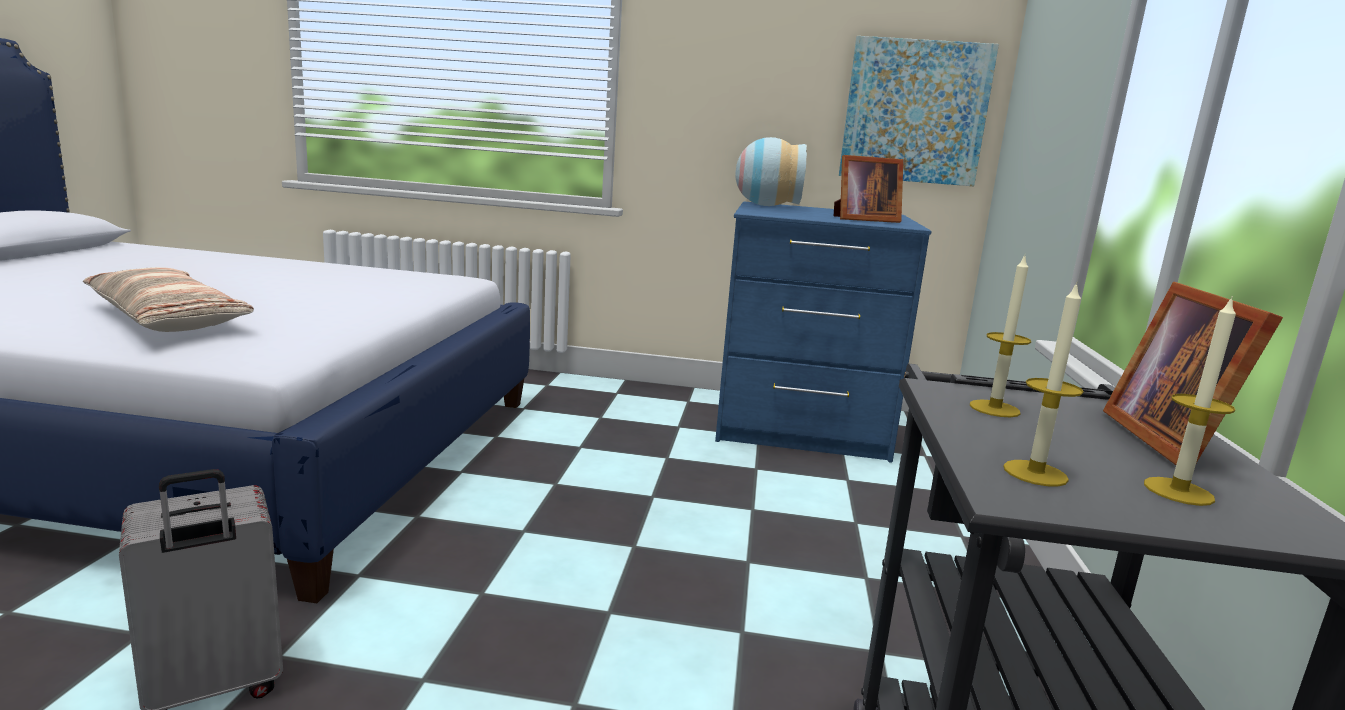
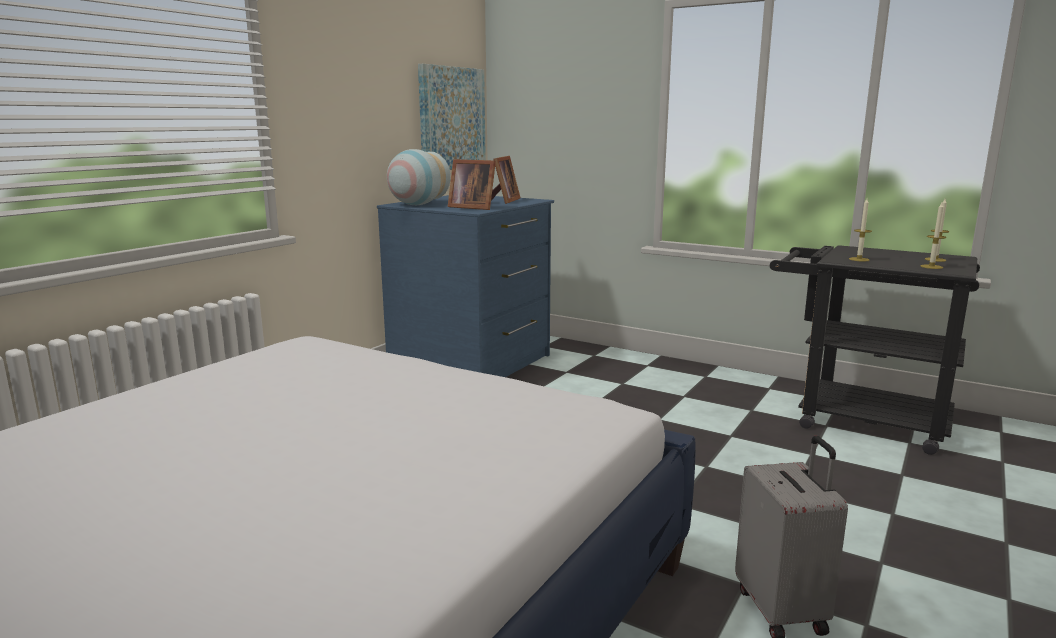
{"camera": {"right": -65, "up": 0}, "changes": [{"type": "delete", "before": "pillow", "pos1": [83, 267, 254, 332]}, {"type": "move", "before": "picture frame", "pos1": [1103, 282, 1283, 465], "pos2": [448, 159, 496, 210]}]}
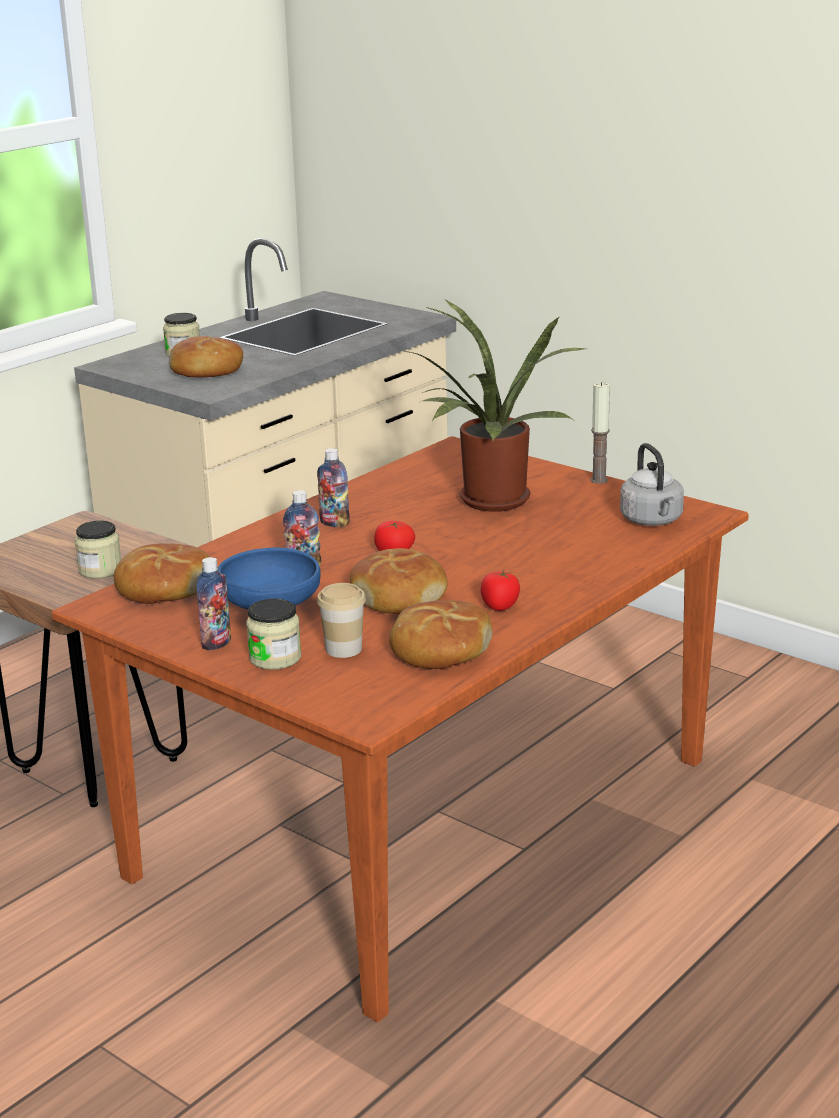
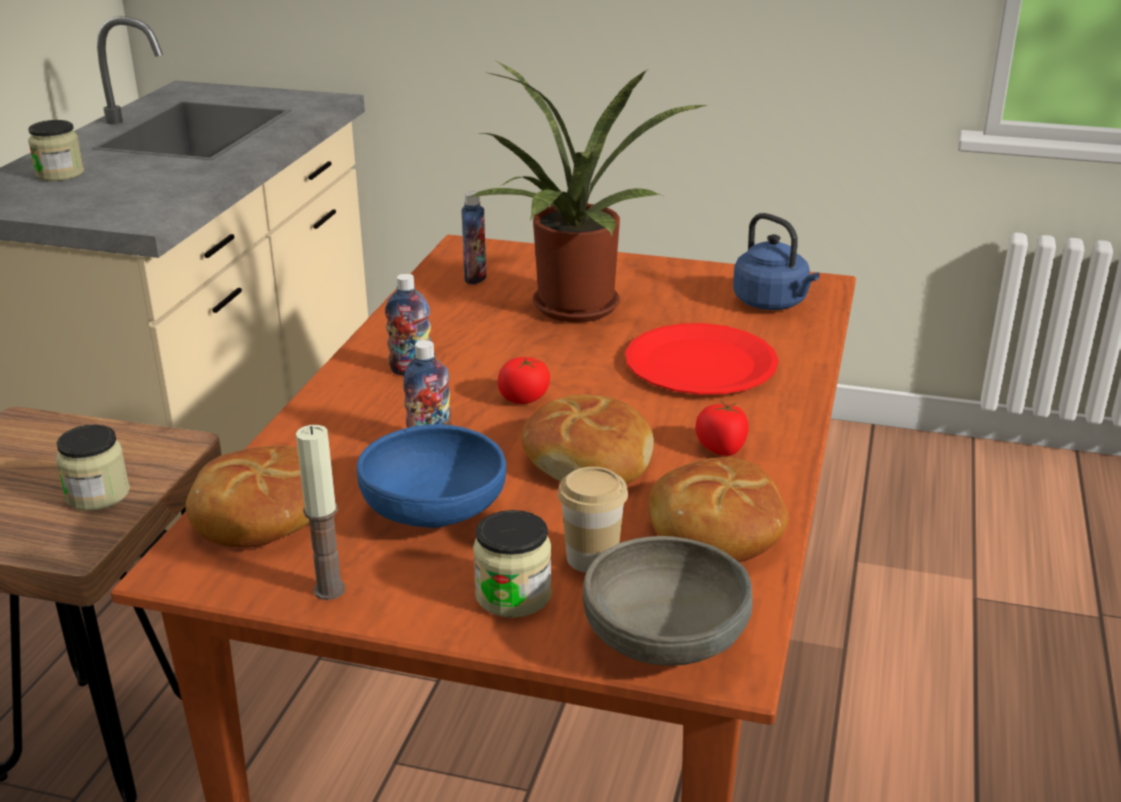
{"camera": {"right": -25, "up": 5}, "changes": [{"type": "delete", "before": "bread", "pos1": [169, 336, 243, 378]}, {"type": "move", "before": "bottle", "pos1": [197, 557, 231, 651], "pos2": [461, 192, 486, 284]}, {"type": "move", "before": "candle", "pos1": [591, 381, 610, 484], "pos2": [296, 425, 346, 600]}, {"type": "recolor", "before": "kettle (grey)", "after": "kettle (blue)", "pos1": [620, 443, 684, 526], "pos2": [733, 213, 819, 310]}, {"type": "insert", "after": "bowl (grey)", "pos2": [583, 536, 753, 666]}, {"type": "insert", "after": "plate (red)", "pos2": [625, 323, 779, 395]}]}
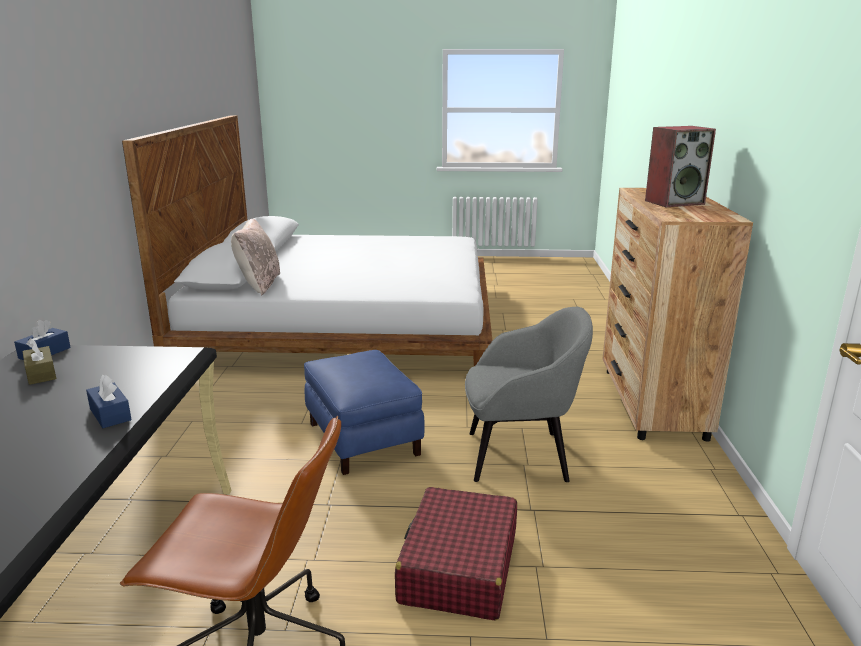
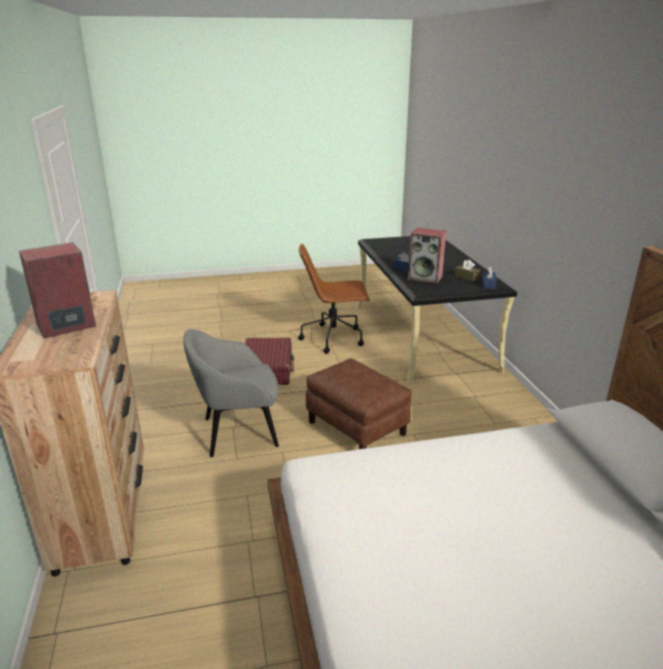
{"camera": {"right": 165, "up": 5}, "changes": [{"type": "delete", "before": "pillow (beige)", "pos1": [231, 219, 280, 296]}, {"type": "recolor", "before": "ottoman (blue)", "after": "ottoman (brown)", "pos1": [304, 350, 425, 475], "pos2": [306, 358, 412, 449]}, {"type": "insert", "after": "speaker", "pos2": [408, 228, 446, 284]}]}
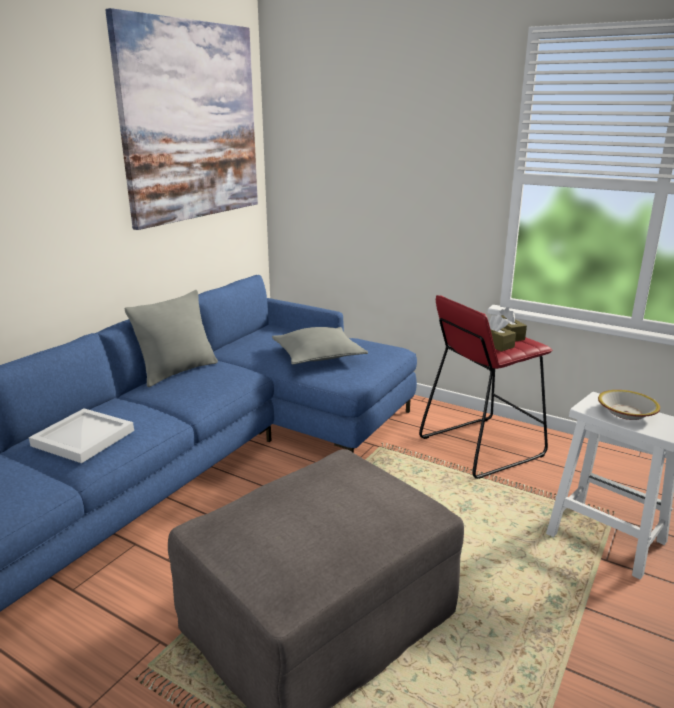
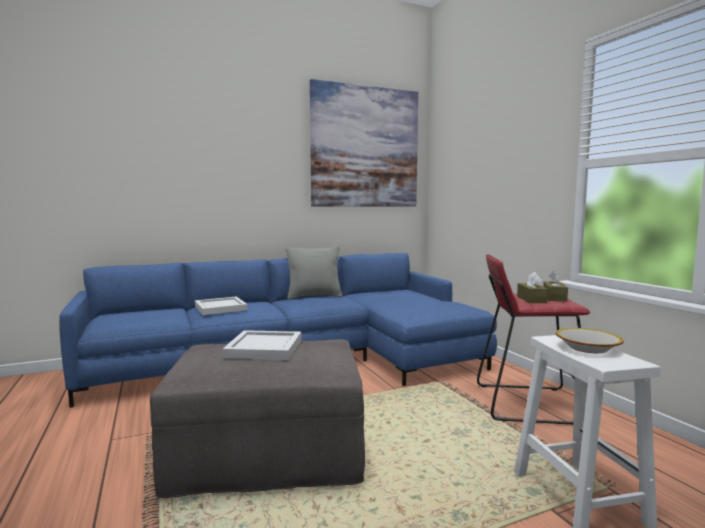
{"camera": {"right": 35, "up": -15}, "changes": [{"type": "delete", "before": "pillow (grey)", "pos1": [272, 327, 368, 365]}, {"type": "insert", "after": "tray (white)", "pos2": [222, 330, 302, 360]}]}
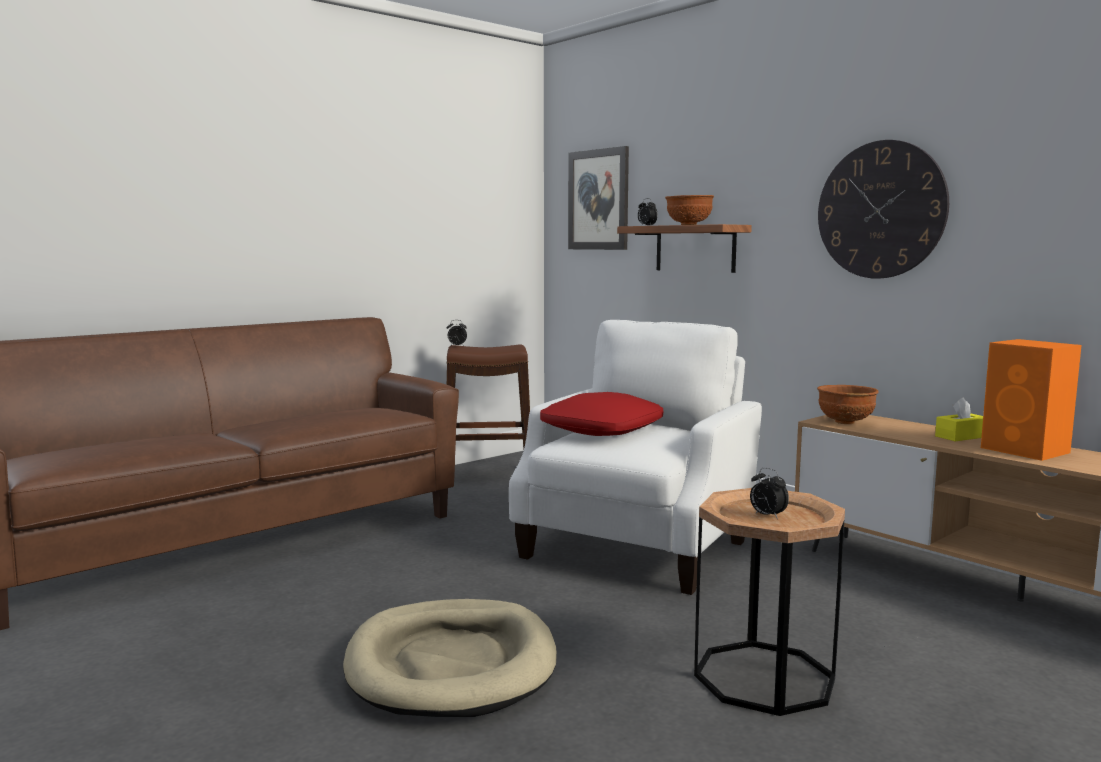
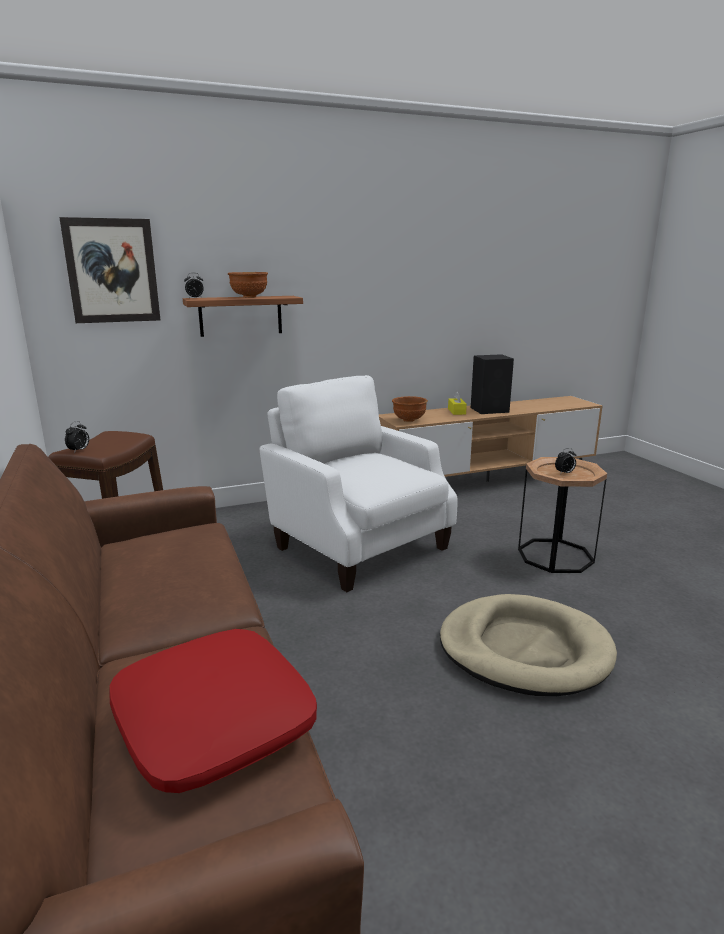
{"camera": {"right": -70, "up": 10}, "changes": [{"type": "move", "before": "pillow (red)", "pos1": [540, 392, 663, 436], "pos2": [109, 629, 317, 793]}, {"type": "delete", "before": "wall clock", "pos1": [818, 140, 949, 279]}, {"type": "recolor", "before": "speaker (orange)", "after": "speaker (black)", "pos1": [981, 339, 1082, 461], "pos2": [471, 354, 514, 414]}]}
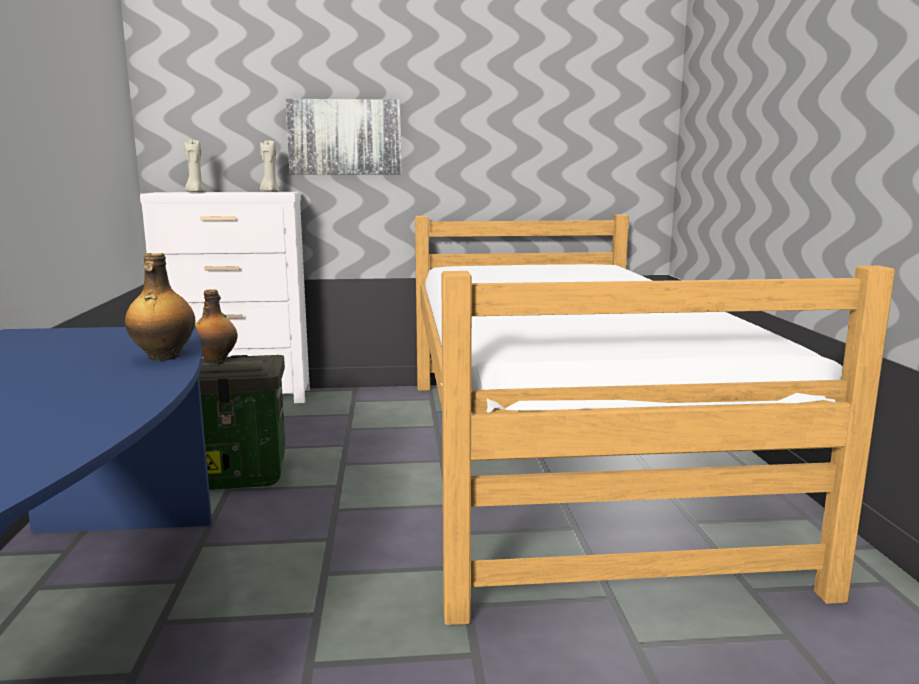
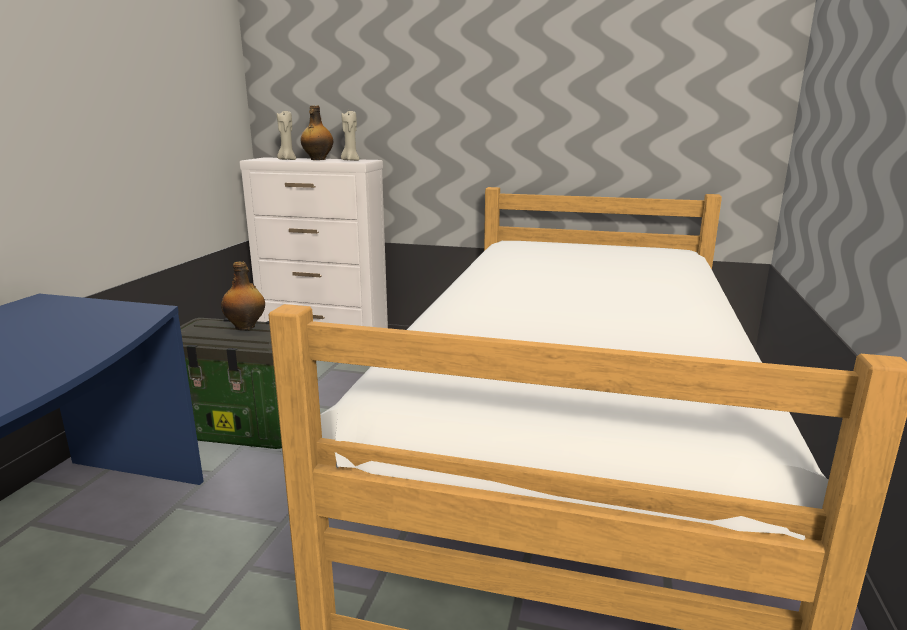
{"camera": {"right": 20, "up": 5}, "changes": [{"type": "move", "before": "bottle", "pos1": [125, 253, 195, 361], "pos2": [300, 105, 333, 160]}, {"type": "delete", "before": "picture", "pos1": [285, 99, 402, 175]}]}
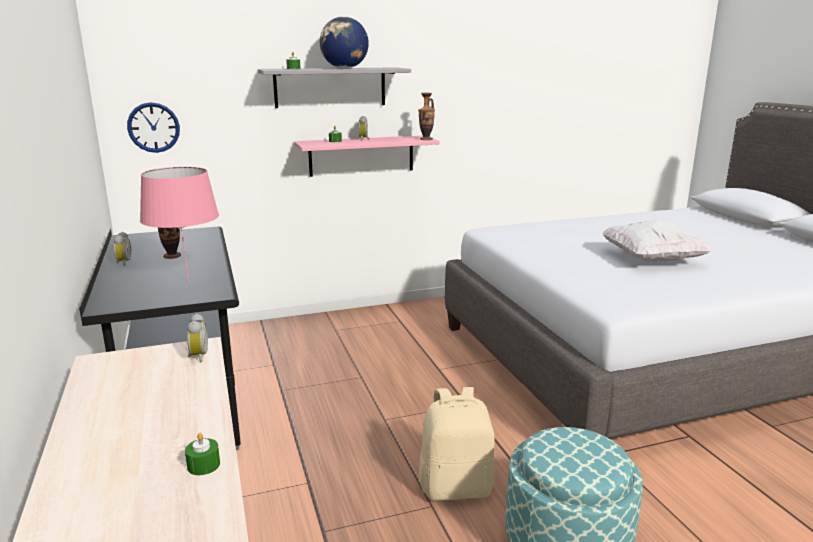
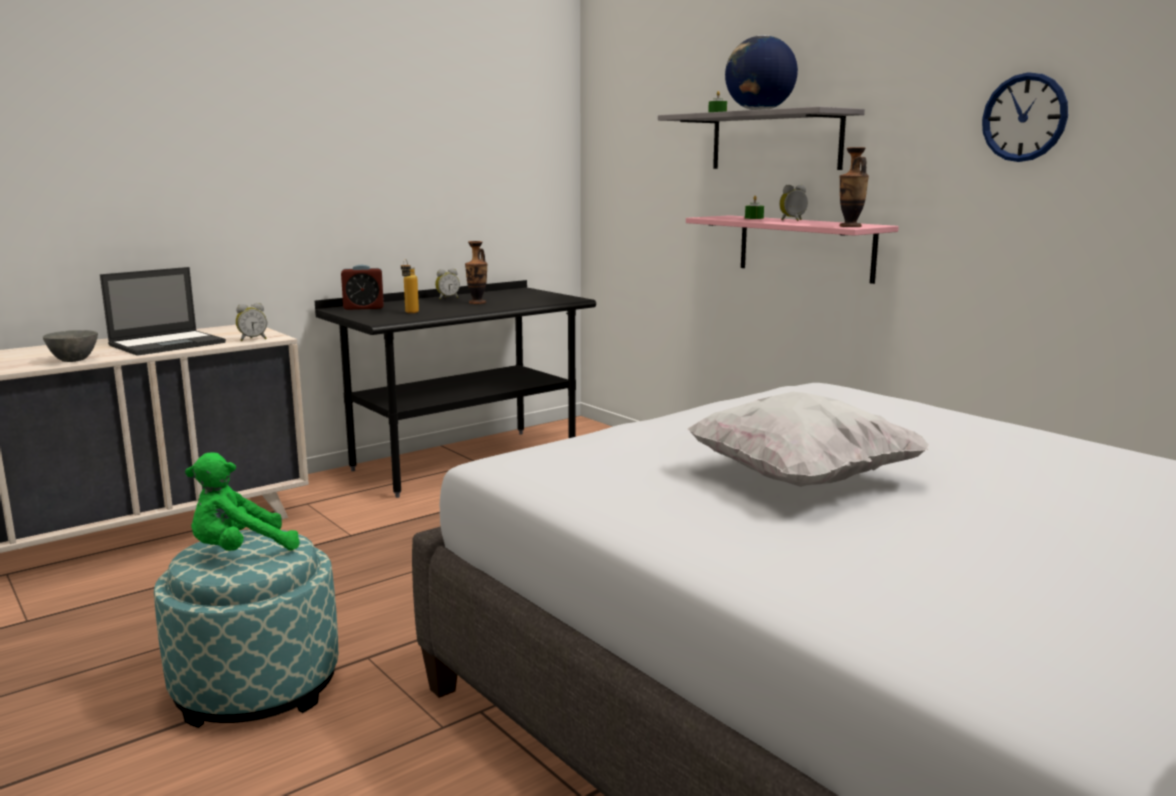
{"camera": {"right": 70, "up": -5}, "changes": [{"type": "move", "before": "wall clock", "pos1": [127, 102, 180, 153], "pos2": [982, 72, 1068, 162]}, {"type": "replace", "before": "table lamp (pink)", "after": "bottle", "pos1": [140, 167, 219, 282], "pos2": [401, 259, 419, 313]}, {"type": "replace", "before": "candle (green)", "after": "bowl (grey)", "pos1": [185, 433, 220, 475], "pos2": [43, 330, 98, 362]}, {"type": "delete", "before": "backpack (beige)", "pos1": [419, 387, 495, 501]}, {"type": "insert", "after": "laptop", "pos2": [100, 267, 226, 356]}, {"type": "insert", "after": "plush toy (green)", "pos2": [185, 452, 300, 551]}, {"type": "insert", "after": "alarm clock", "pos2": [341, 265, 384, 310]}]}
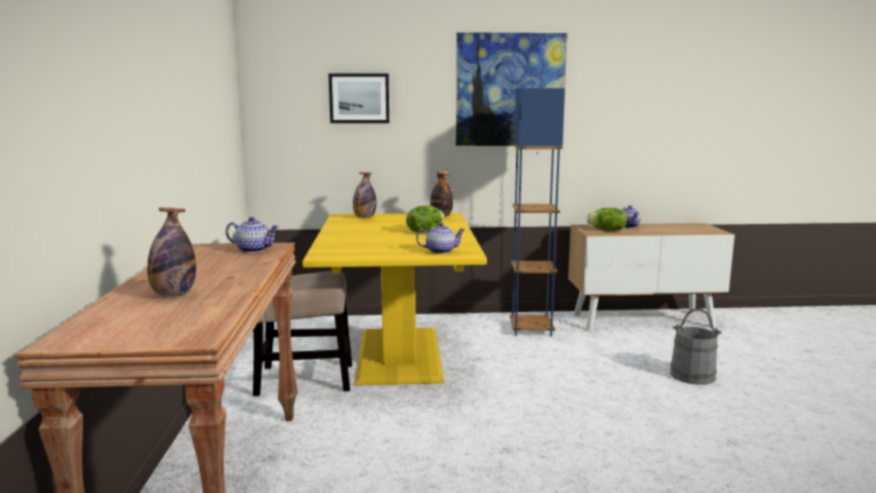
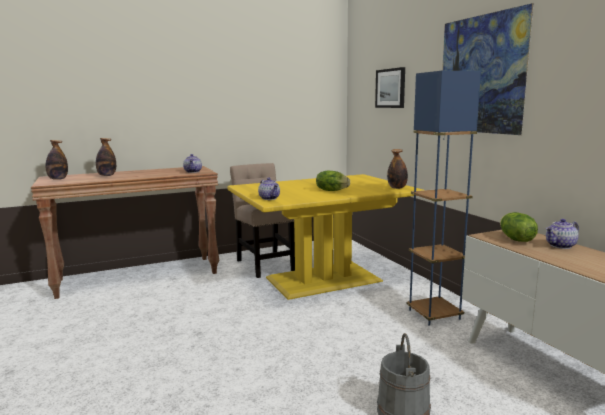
{"camera": {"right": 70, "up": 0}, "changes": [{"type": "move", "before": "bottle", "pos1": [353, 172, 377, 218], "pos2": [45, 140, 68, 180]}]}
